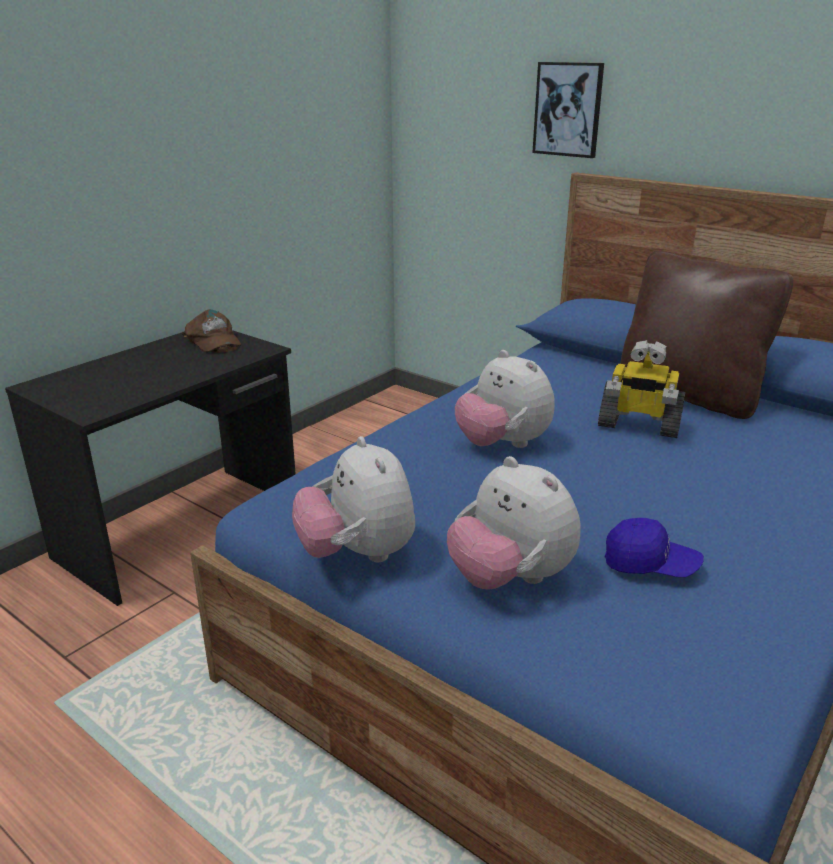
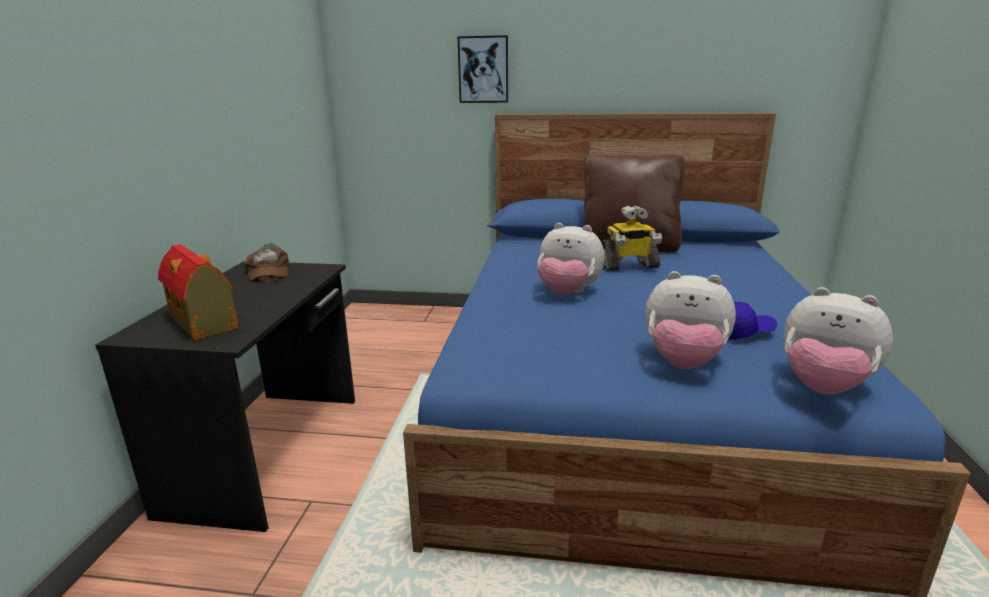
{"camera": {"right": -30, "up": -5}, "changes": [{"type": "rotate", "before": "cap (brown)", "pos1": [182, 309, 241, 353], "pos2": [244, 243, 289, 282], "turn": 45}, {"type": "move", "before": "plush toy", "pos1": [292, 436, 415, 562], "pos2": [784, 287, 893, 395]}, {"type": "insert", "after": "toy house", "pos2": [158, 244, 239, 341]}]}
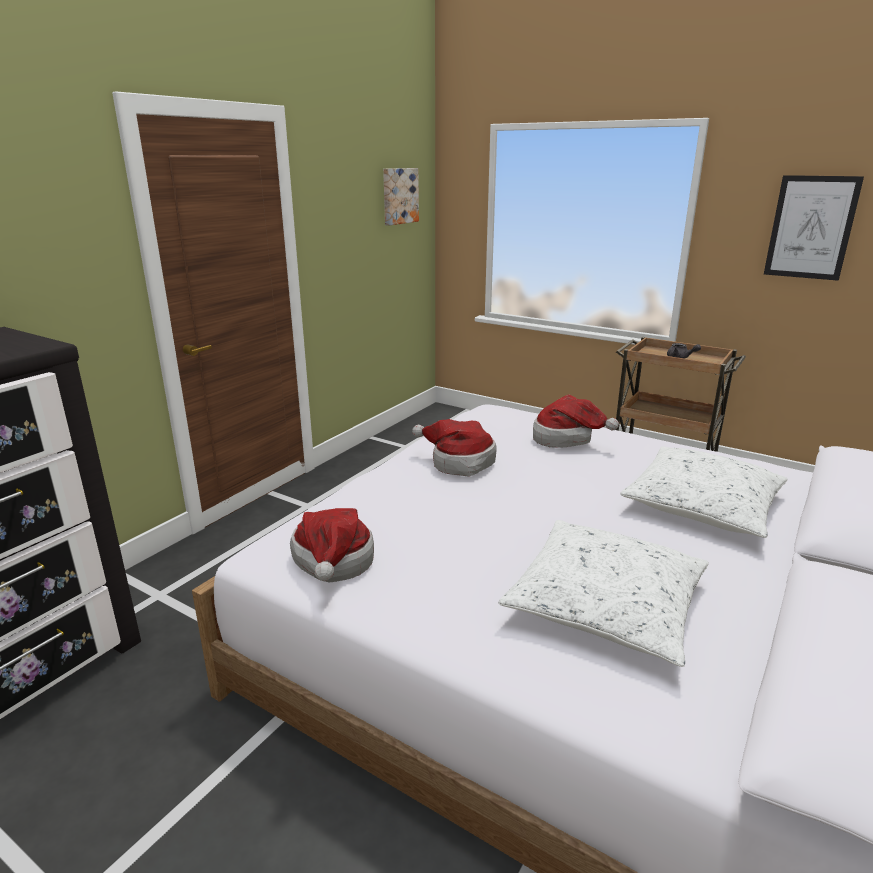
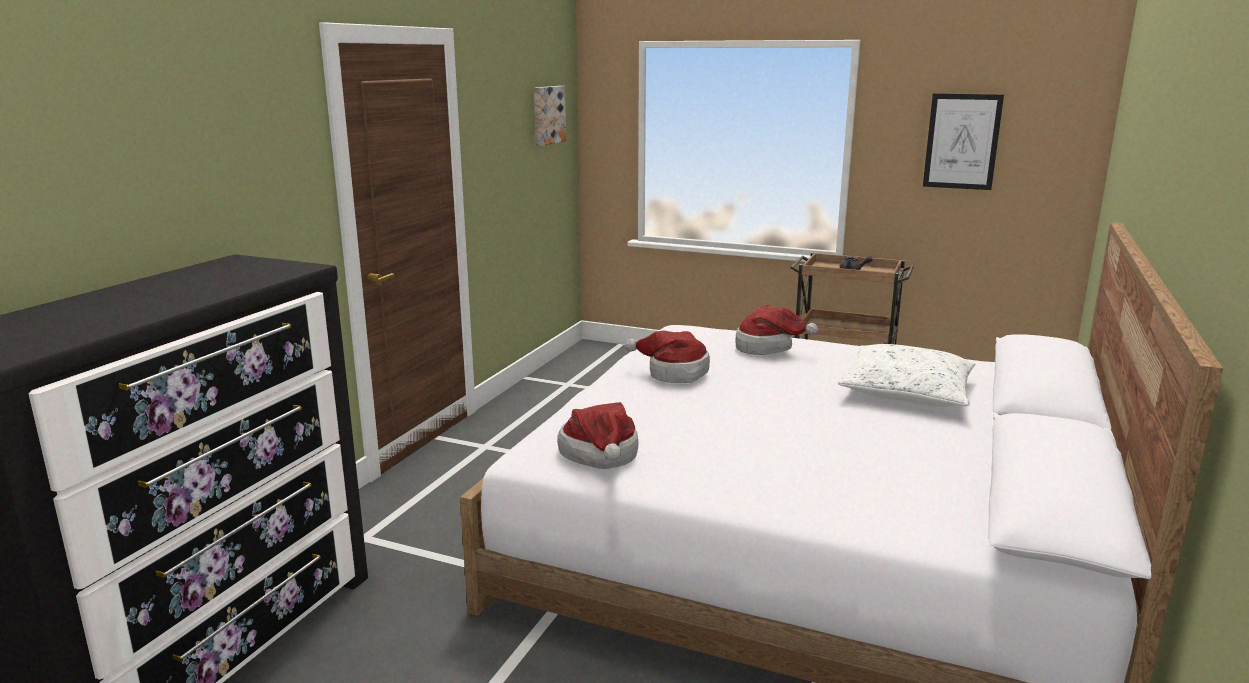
{"camera": {"right": -10, "up": -5}, "changes": [{"type": "delete", "before": "pillow (white)", "pos1": [498, 520, 709, 667]}]}
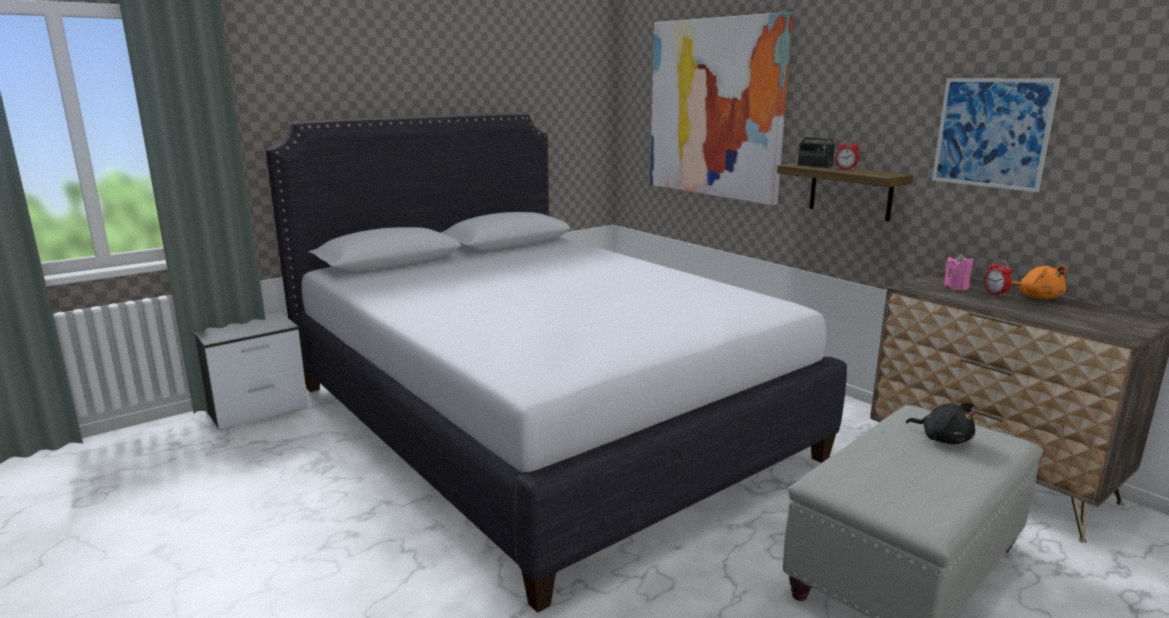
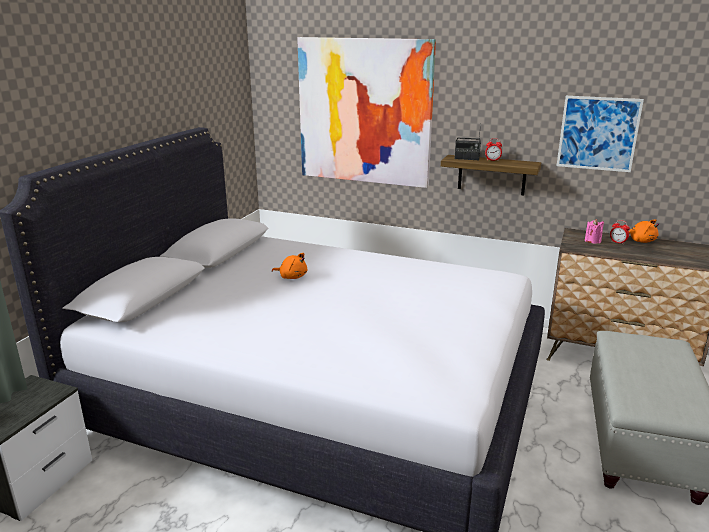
{"camera": {"right": -30, "up": 5}, "changes": [{"type": "delete", "before": "plush toy (black)", "pos1": [906, 403, 975, 444]}, {"type": "insert", "after": "plush toy (orange)", "pos2": [272, 253, 307, 279]}]}
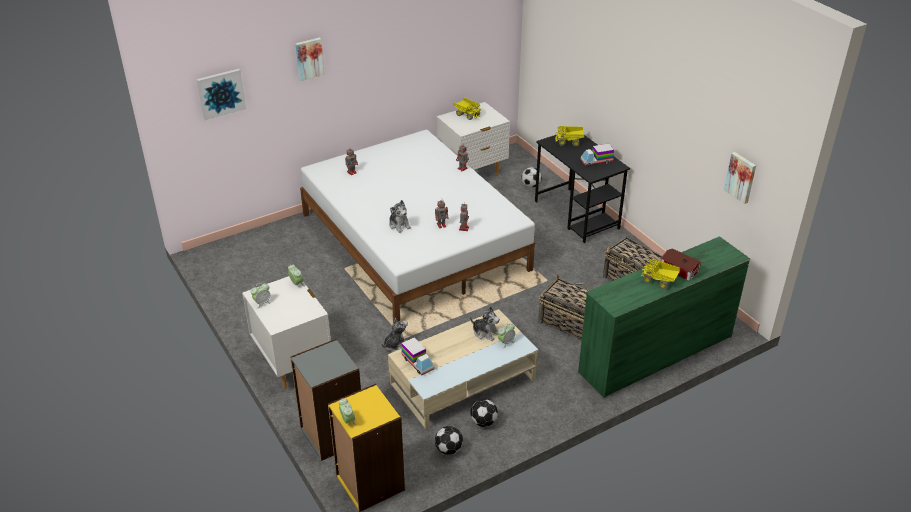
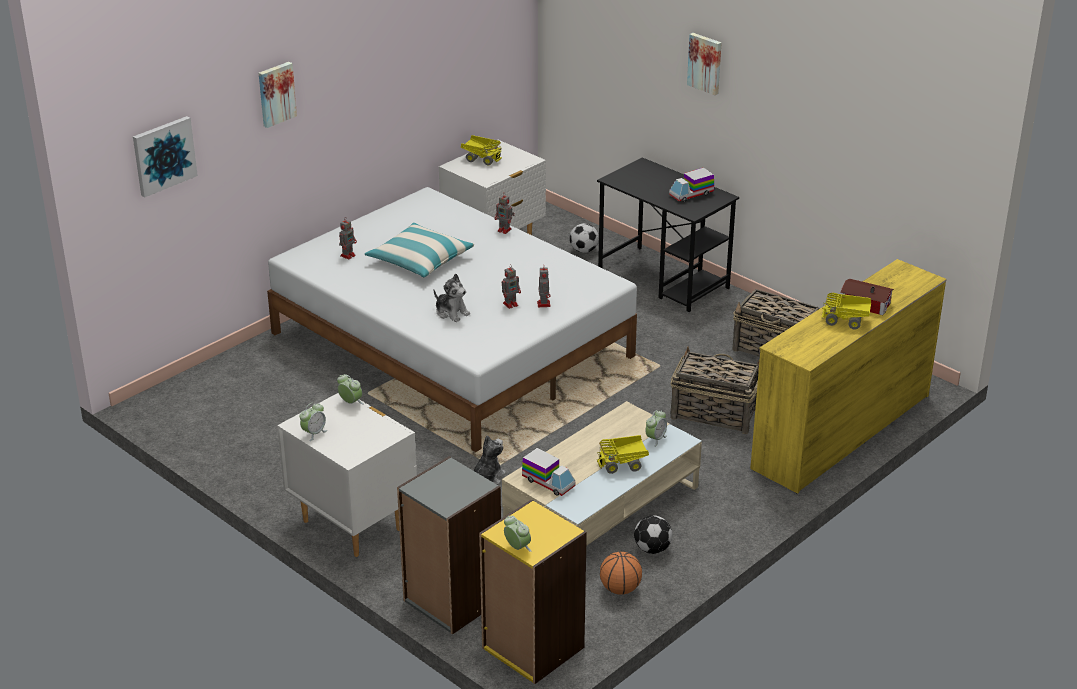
{"camera": {"right": -15, "up": -5}, "changes": [{"type": "replace", "before": "football", "after": "basketball", "pos1": [435, 426, 463, 455], "pos2": [600, 552, 642, 595]}, {"type": "delete", "before": "plush toy", "pos1": [470, 306, 500, 341]}, {"type": "move", "before": "toy truck", "pos1": [555, 126, 584, 146], "pos2": [597, 435, 649, 474]}, {"type": "recolor", "before": "dresser (green)", "after": "dresser (yellow)", "pos1": [578, 236, 750, 398], "pos2": [750, 259, 947, 494]}, {"type": "move", "before": "picture", "pos1": [724, 152, 756, 204], "pos2": [687, 33, 721, 95]}, {"type": "insert", "after": "pillow", "pos2": [365, 222, 474, 277]}]}
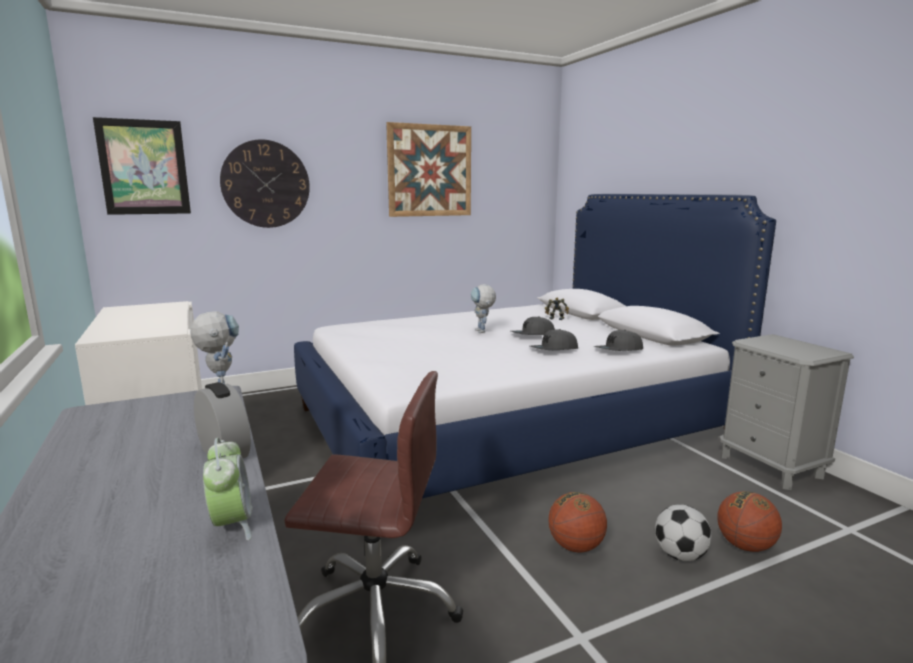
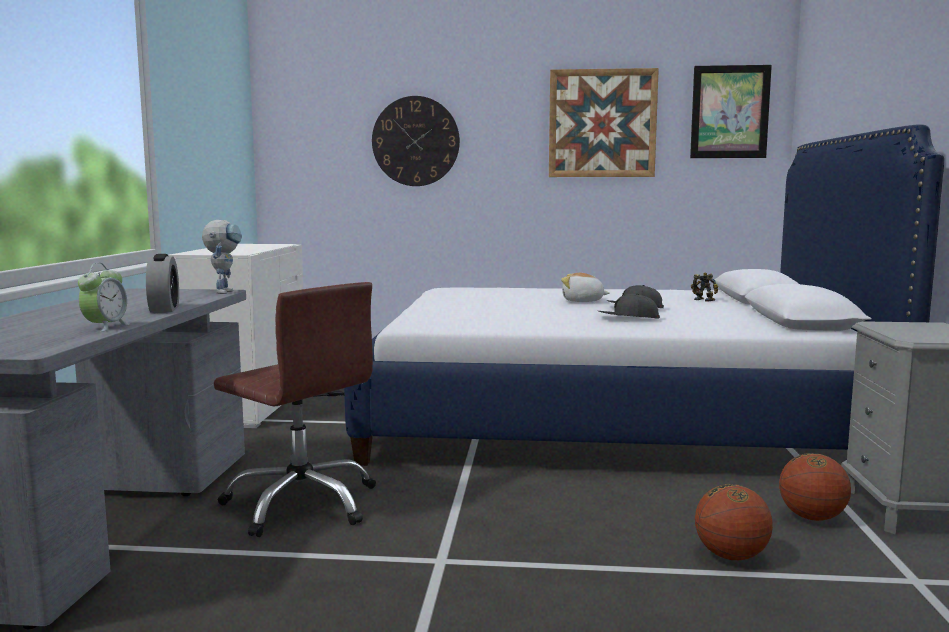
{"camera": {"right": 30, "up": -5}, "changes": [{"type": "move", "before": "picture", "pos1": [93, 117, 191, 215], "pos2": [690, 65, 772, 158]}, {"type": "replace", "before": "toy robot", "after": "plush toy", "pos1": [471, 284, 496, 333], "pos2": [561, 273, 610, 302]}, {"type": "move", "before": "basketball", "pos1": [548, 492, 607, 553], "pos2": [779, 453, 851, 521]}, {"type": "delete", "before": "cap (grey)", "pos1": [594, 330, 643, 351]}, {"type": "delete", "before": "football", "pos1": [655, 504, 712, 561]}]}
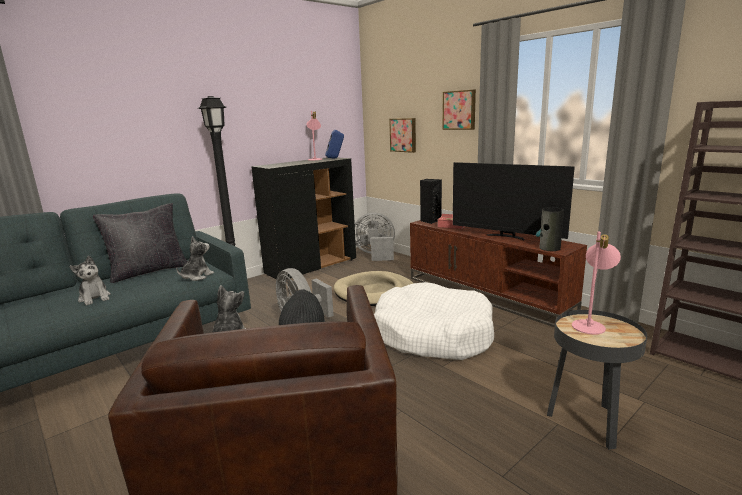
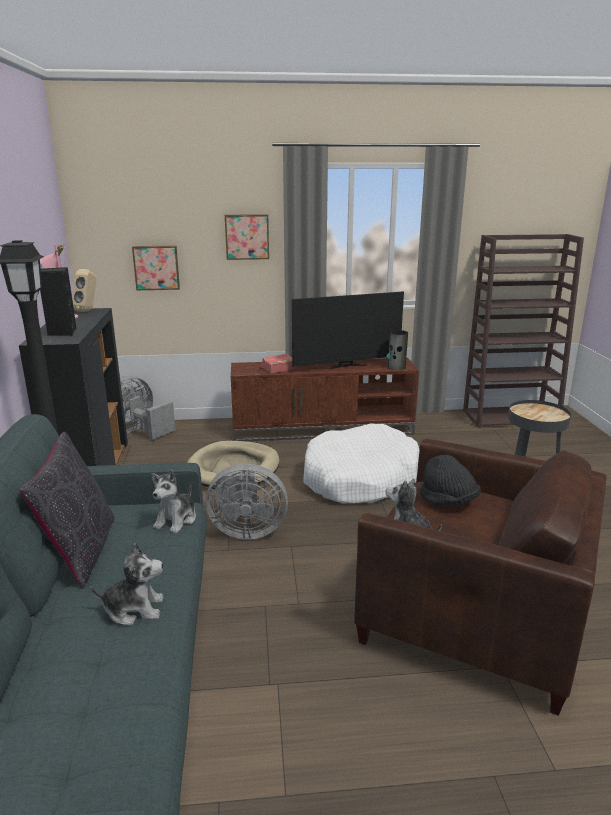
{"camera": {"right": -55, "up": 5}, "changes": [{"type": "rotate", "before": "plush toy", "pos1": [176, 236, 214, 281], "pos2": [151, 470, 196, 533], "turn": -135}, {"type": "recolor", "before": "speaker (blue)", "after": "speaker (beige)", "pos1": [325, 130, 344, 158], "pos2": [72, 269, 97, 312]}, {"type": "move", "before": "speaker (black)", "pos1": [420, 179, 442, 224], "pos2": [40, 267, 77, 336]}, {"type": "delete", "before": "table lamp (pink)", "pos1": [572, 232, 621, 335]}]}
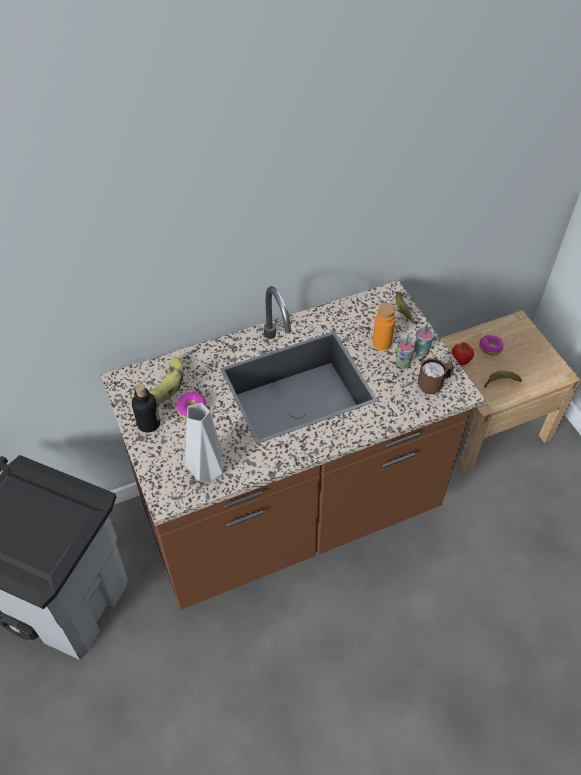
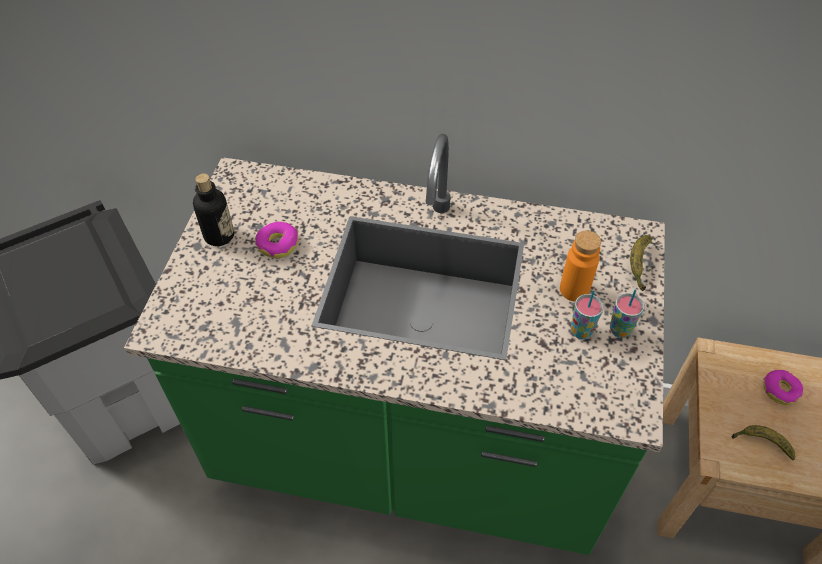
{"camera": {"right": 35, "up": 0}, "changes": [{"type": "recolor", "before": "counter (brown)", "after": "counter (green)", "pos1": [101, 280, 485, 610], "pos2": [124, 133, 665, 555]}, {"type": "delete", "before": "banana", "pos1": [130, 357, 183, 404]}, {"type": "delete", "before": "vase (grey)", "pos1": [185, 403, 223, 483]}, {"type": "delete", "before": "mug (brown)", "pos1": [418, 359, 454, 394]}, {"type": "delete", "before": "tomato", "pos1": [452, 342, 474, 366]}]}
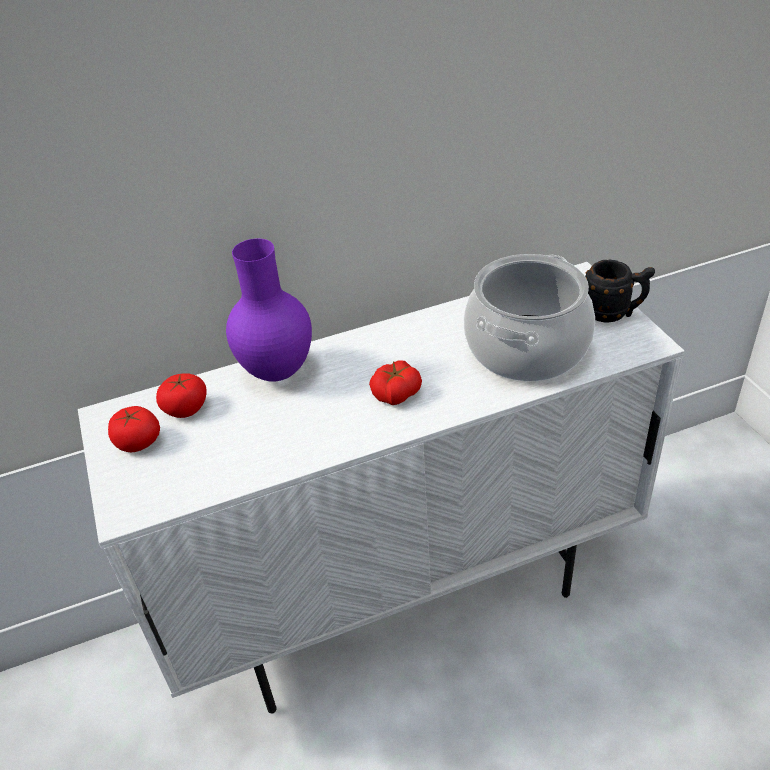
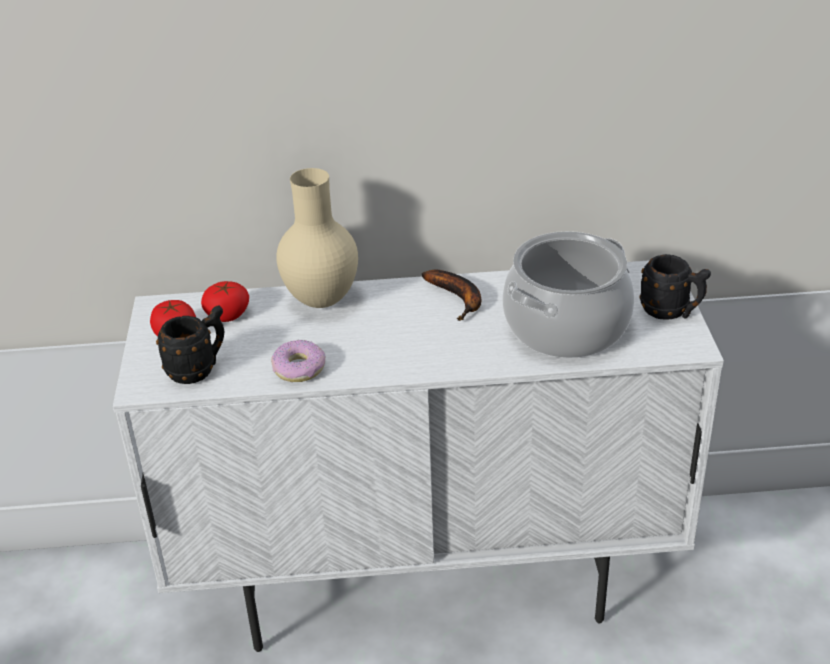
{"camera": {"right": 15, "up": -5}, "changes": [{"type": "recolor", "before": "vase (purple)", "after": "vase (beige)", "pos1": [226, 238, 312, 382], "pos2": [276, 168, 358, 308]}, {"type": "delete", "before": "tomato", "pos1": [369, 360, 422, 405]}, {"type": "insert", "after": "mug (black)", "pos2": [156, 306, 224, 384]}, {"type": "insert", "after": "donut", "pos2": [271, 340, 325, 382]}, {"type": "insert", "after": "banana", "pos2": [422, 270, 481, 321]}]}
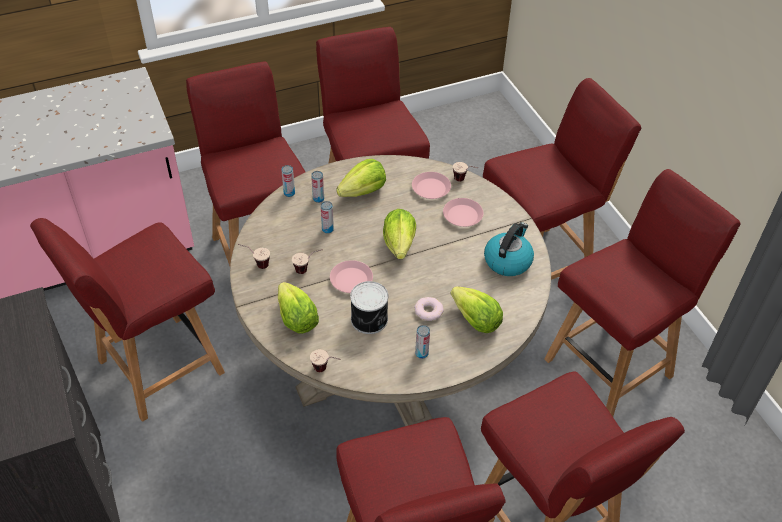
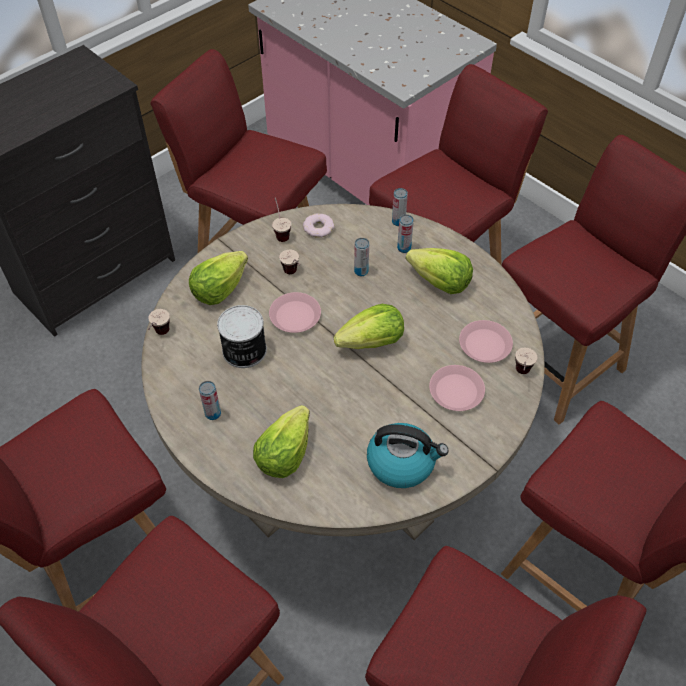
{"camera": {"right": 70, "up": 5}, "changes": [{"type": "move", "before": "donut", "pos1": [414, 297, 444, 321], "pos2": [303, 214, 335, 238]}]}
